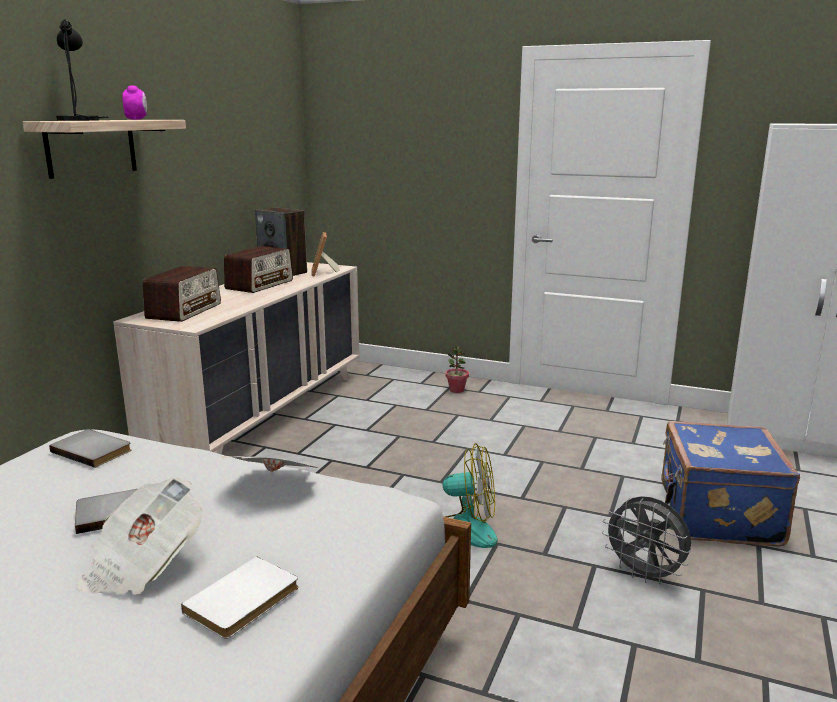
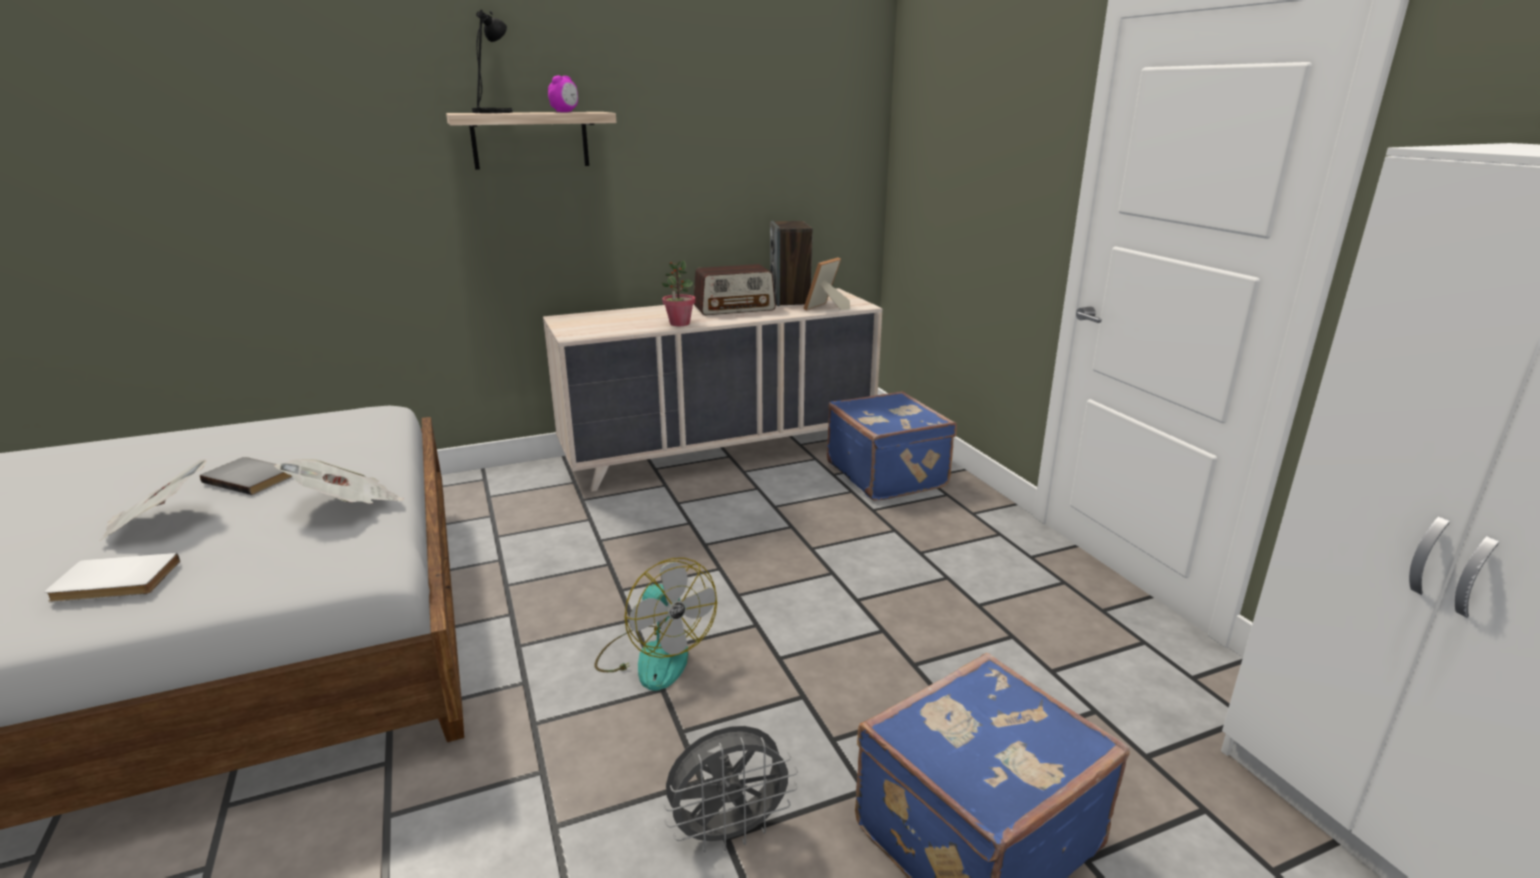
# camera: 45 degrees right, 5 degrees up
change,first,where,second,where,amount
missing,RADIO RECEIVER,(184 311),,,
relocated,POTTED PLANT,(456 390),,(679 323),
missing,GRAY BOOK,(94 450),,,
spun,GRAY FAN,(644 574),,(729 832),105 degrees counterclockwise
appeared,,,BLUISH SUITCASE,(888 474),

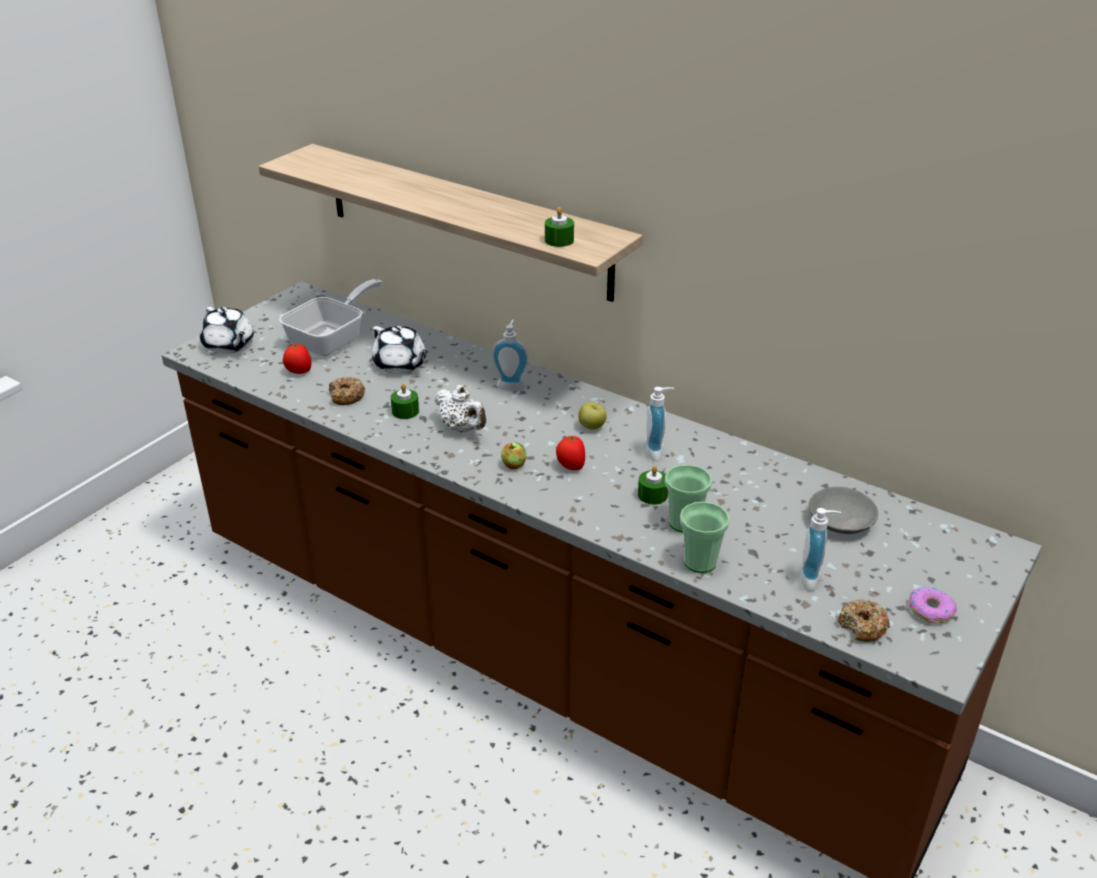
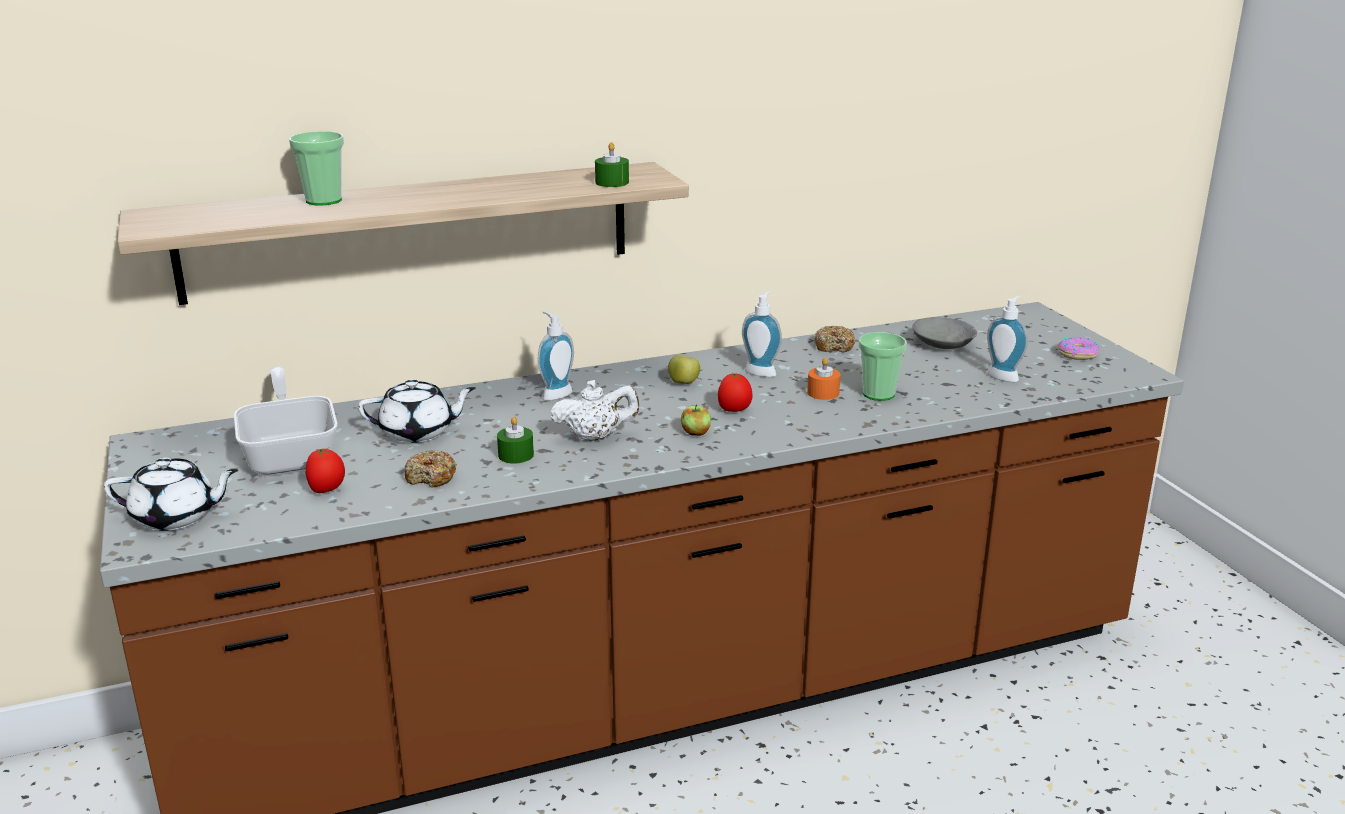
# camera: 55 degrees left, 10 degrees down
change,first,where,second,where,amount
colour,GREEN-COLOURED WAX LIGHT,(652 495),ORANGEY WAX LIGHT,(823 393),
relocated,DRINKING CUP,(700 562),,(324 200),
relocated,DONUT,(862 626),,(834 346),

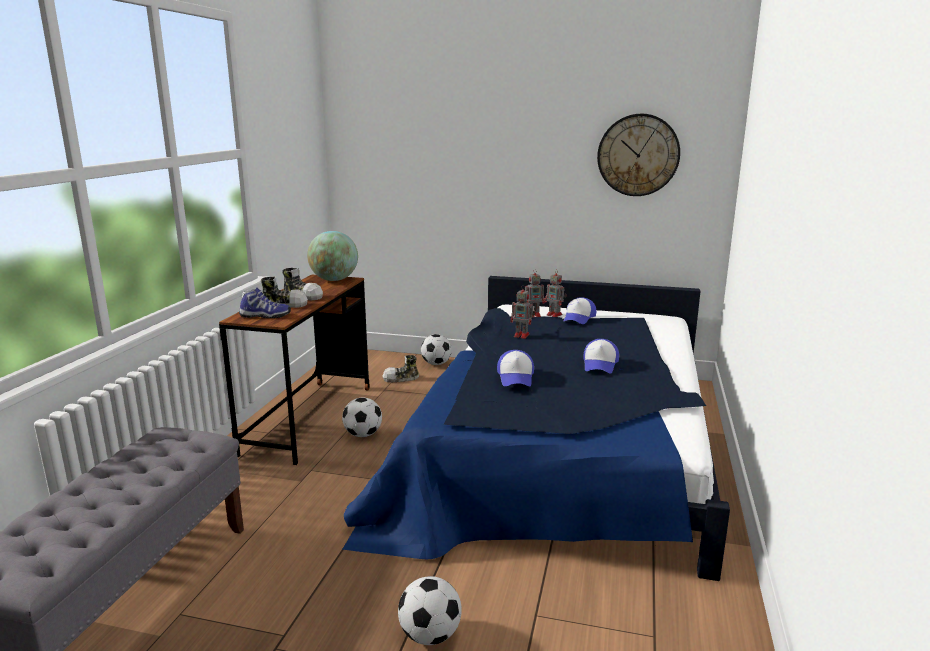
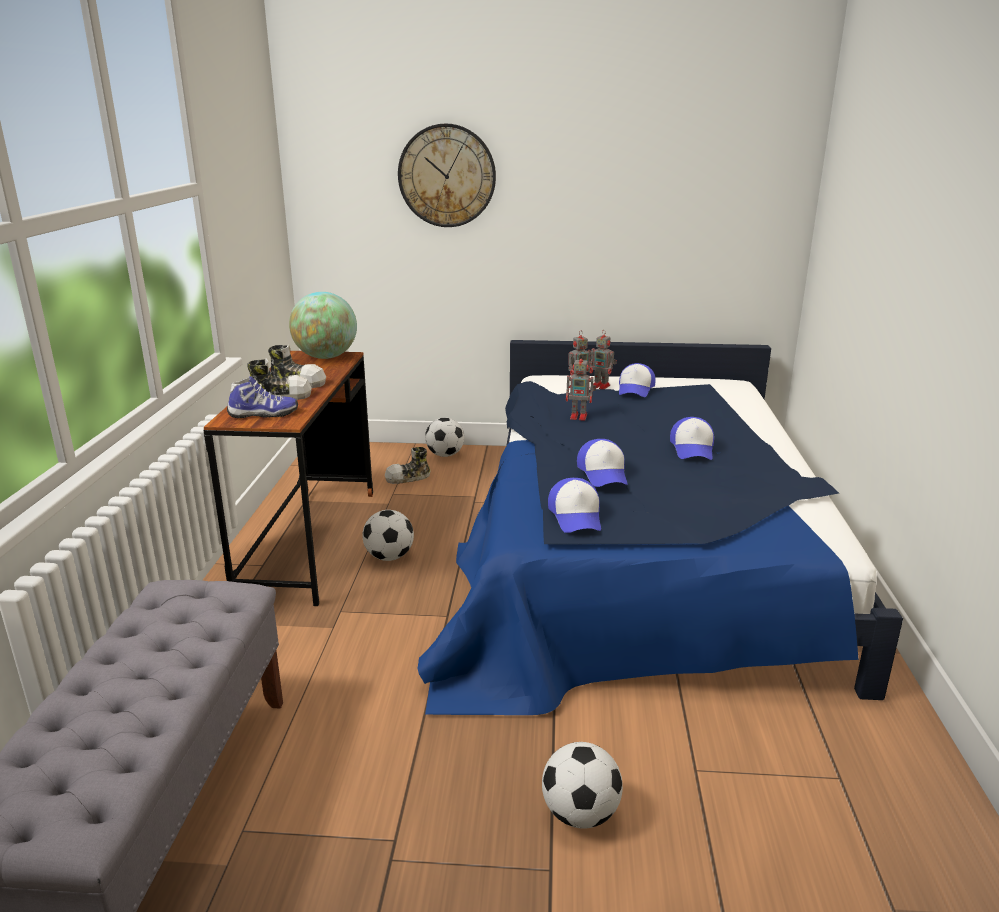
# camera: 10 degrees left, 5 degrees up
change,first,where,second,where,amount
relocated,CLOCK ON THE WALL,(638 155),,(447 176),
appeared,,,PEAKED CAP,(576 516),

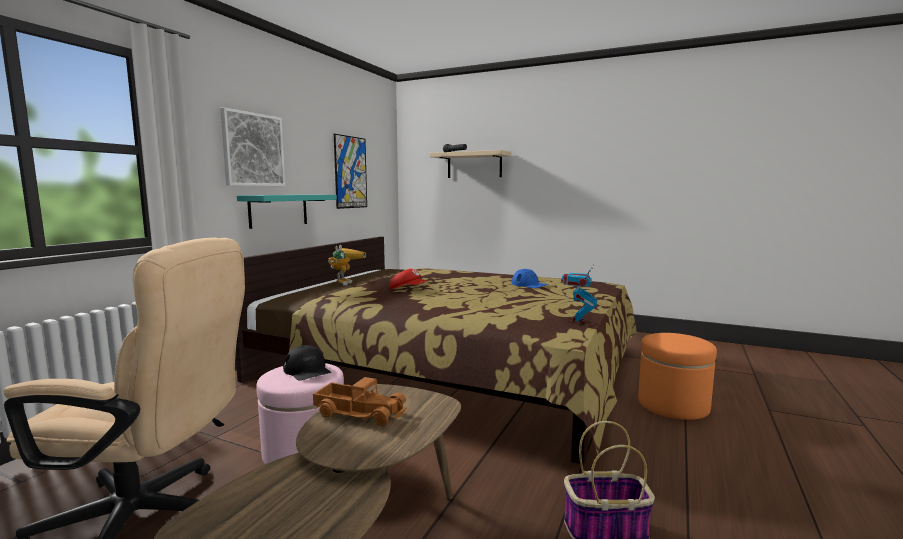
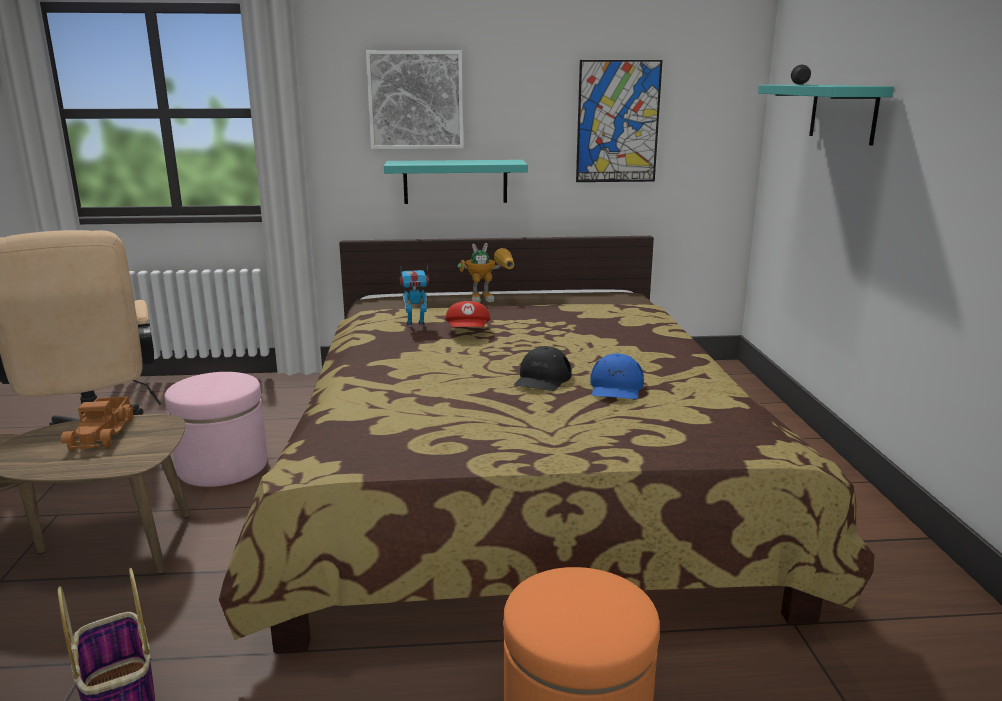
# camera: 60 degrees right, 10 degrees up
change,first,where,second,where,amount
colour,BEIGE-COLOURED BRACKET SHELF,(474 165),BLUE-GREEN BRACKET SHELF,(843 113),
relocated,MODEL ROBOT,(577 320),,(415 325),
relocated,BLACK PEAKED CAP,(307 370),,(542 379),

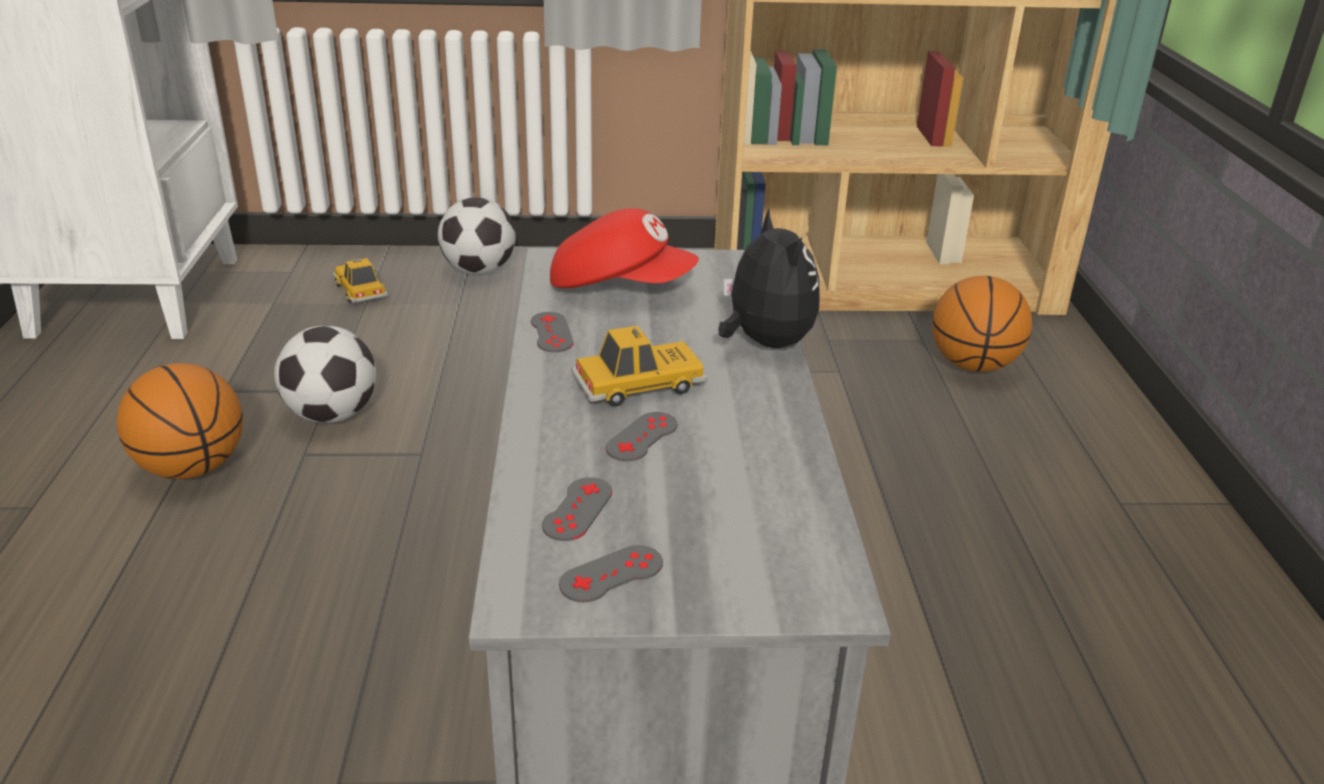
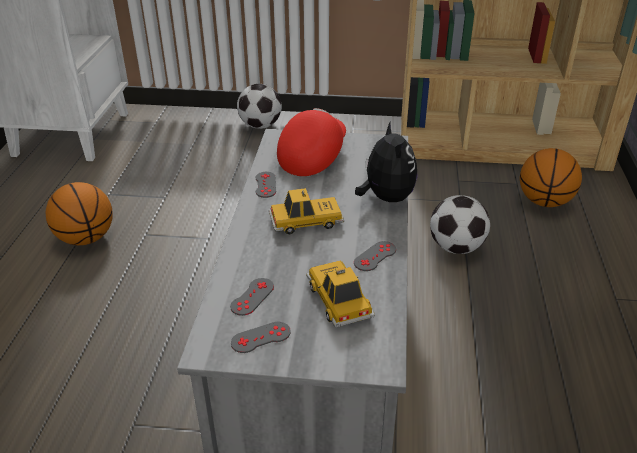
# camera: 10 degrees right, 5 degrees up
change,first,where,second,where,amount
spun,RED PEAKED CAP,(620 286),,(312 156),90 degrees counterclockwise
relocated,MODEL CAR,(360 290),,(339 300),
relocated,FOOTBALL,(332 415),,(456 247),
relocated,GRAY JOYPAD,(642 437),,(375 256),

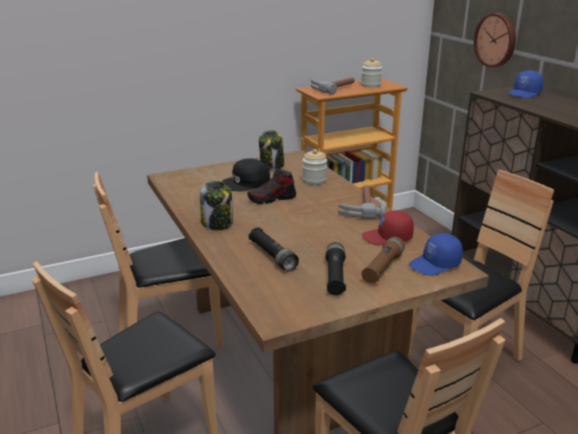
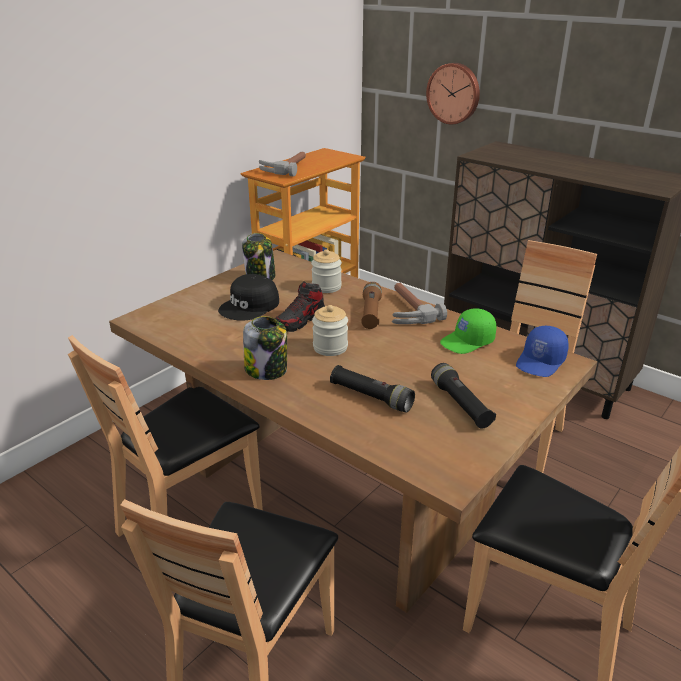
# camera: 25 degrees left, 5 degrees up
change,first,where,second,where,amount
relocated,JAR,(371 85),,(330 347),
missing,BLUISH PEAKED CAP,(524 94),,,
colour,RED PEAKED CAP,(387 238),GREEN-COLOURED PEAKED CAP,(467 342),
relocated,BROWNISH TORCH,(382 268),,(371 313),

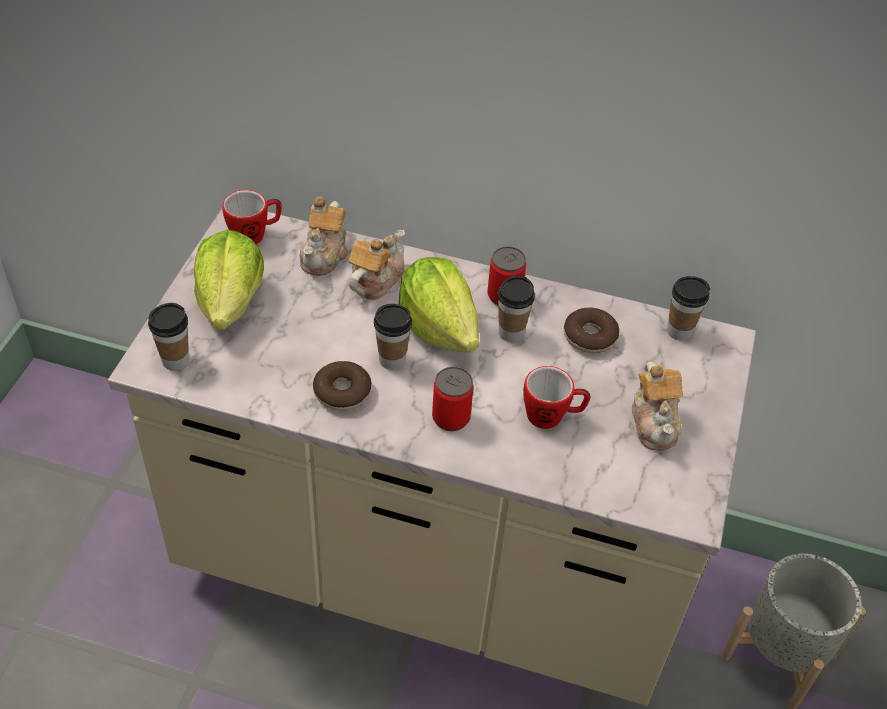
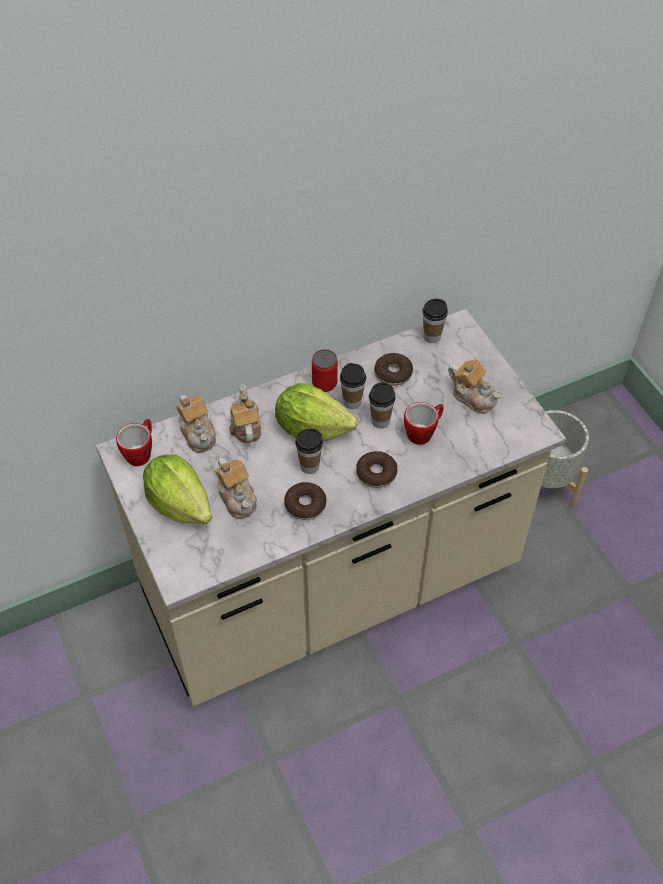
# camera: 40 degrees left, 5 degrees up
change,first,where,second,where,amount
relocated,DRINKING CUP,(175 360),,(380 421),
exchanged,CAN,(451 417),DONUT,(376 473),
appeared,,,TEAPOT,(237 497),

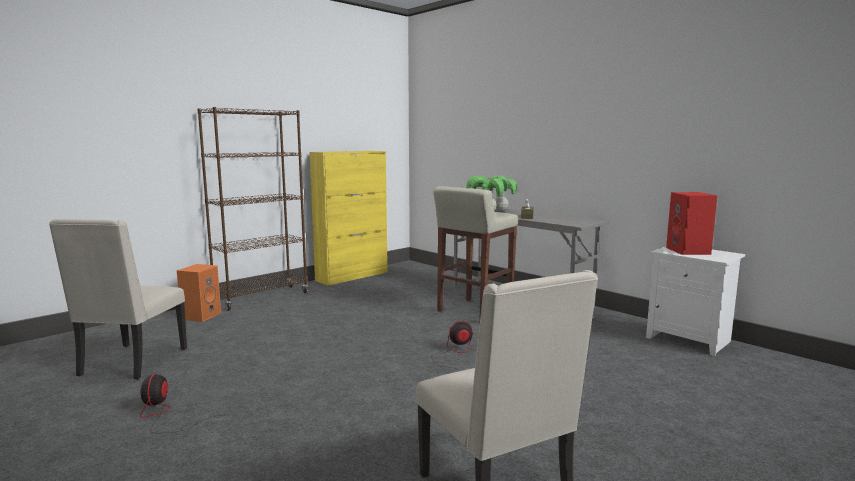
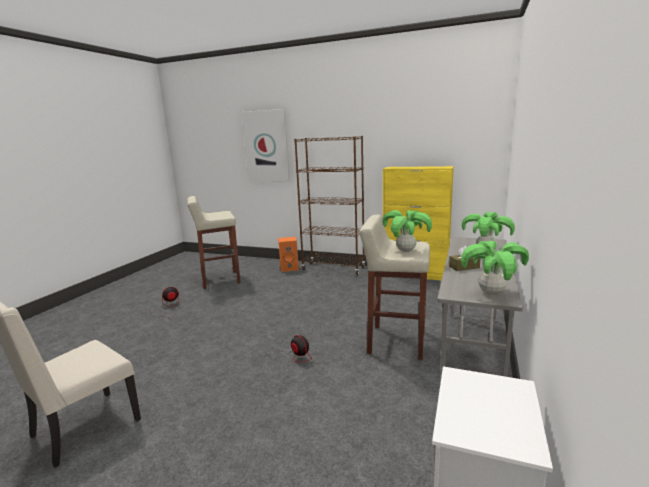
# camera: 65 degrees right, 5 degrees up
change,first,where,second,where,amount
missing,RED SPEAKER,(689 251),,,
exchanged,BEIGE-COLOURED PLAIN CHAIR,(132 362),BEIGE-COLOURED STOOL,(219 280),
appeared,,,PICTURE,(266 146),
appeared,,,POTTED PLANT,(491 293),

